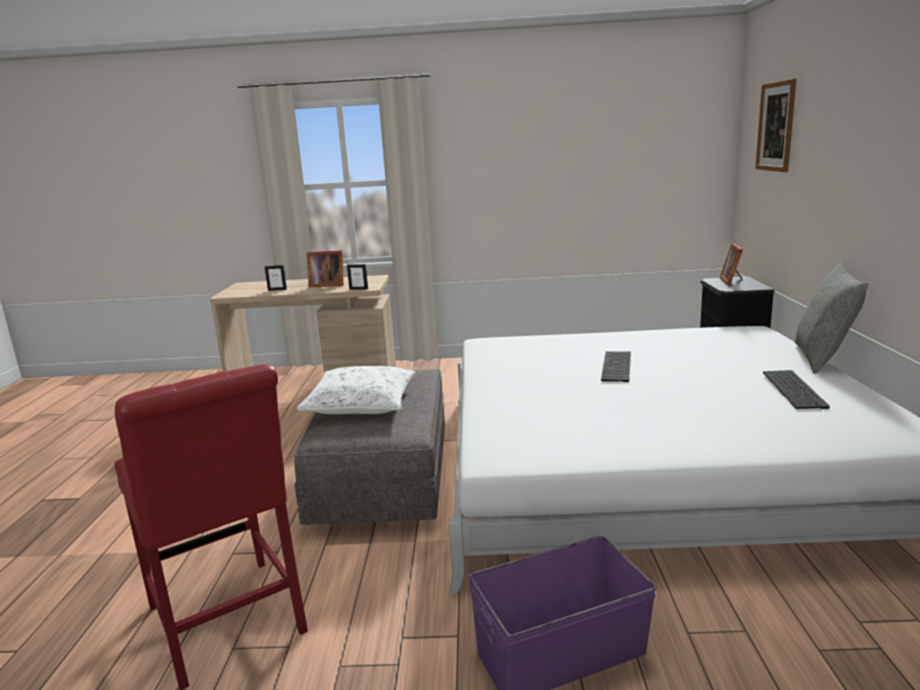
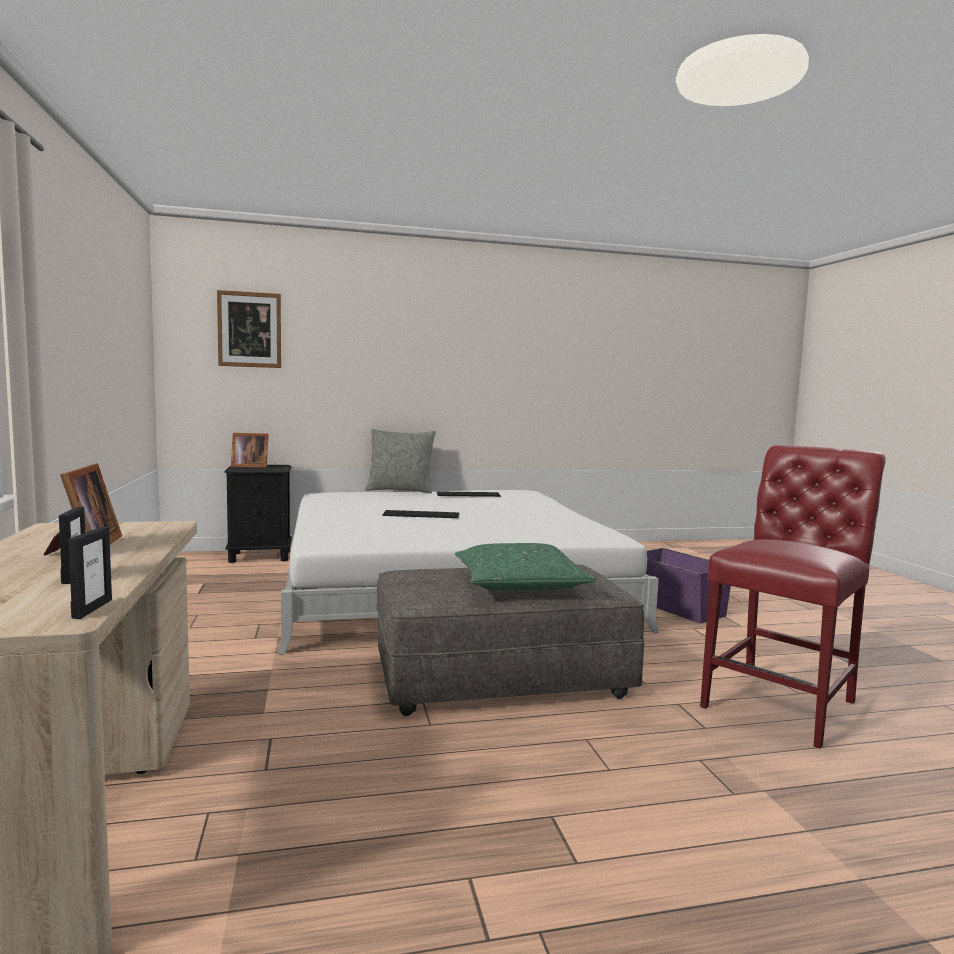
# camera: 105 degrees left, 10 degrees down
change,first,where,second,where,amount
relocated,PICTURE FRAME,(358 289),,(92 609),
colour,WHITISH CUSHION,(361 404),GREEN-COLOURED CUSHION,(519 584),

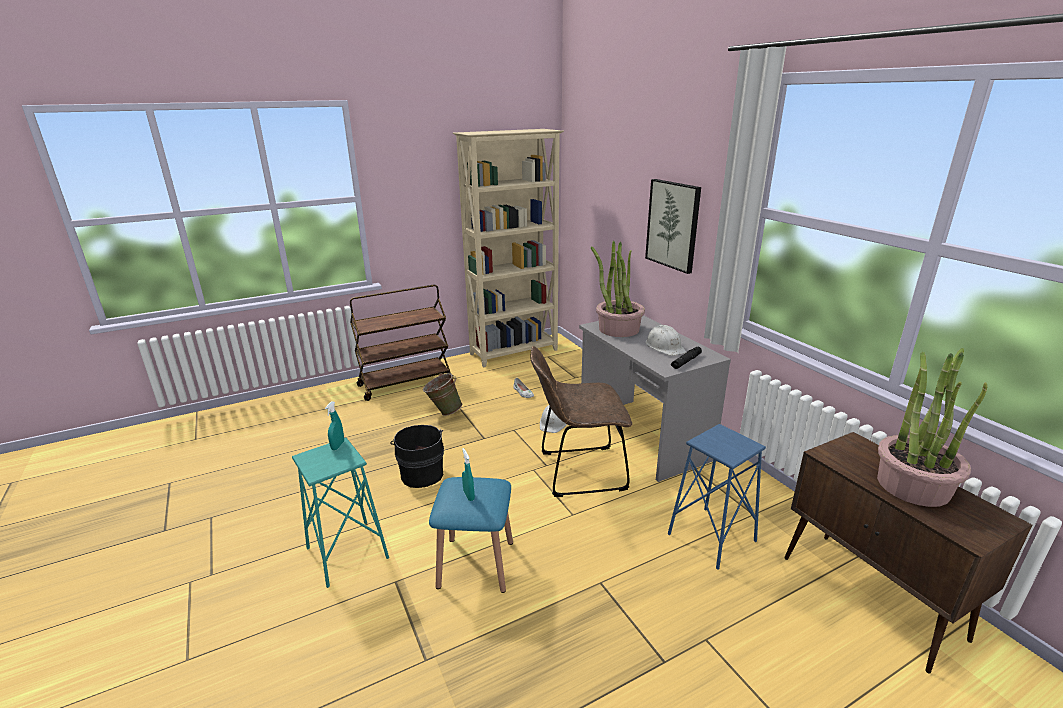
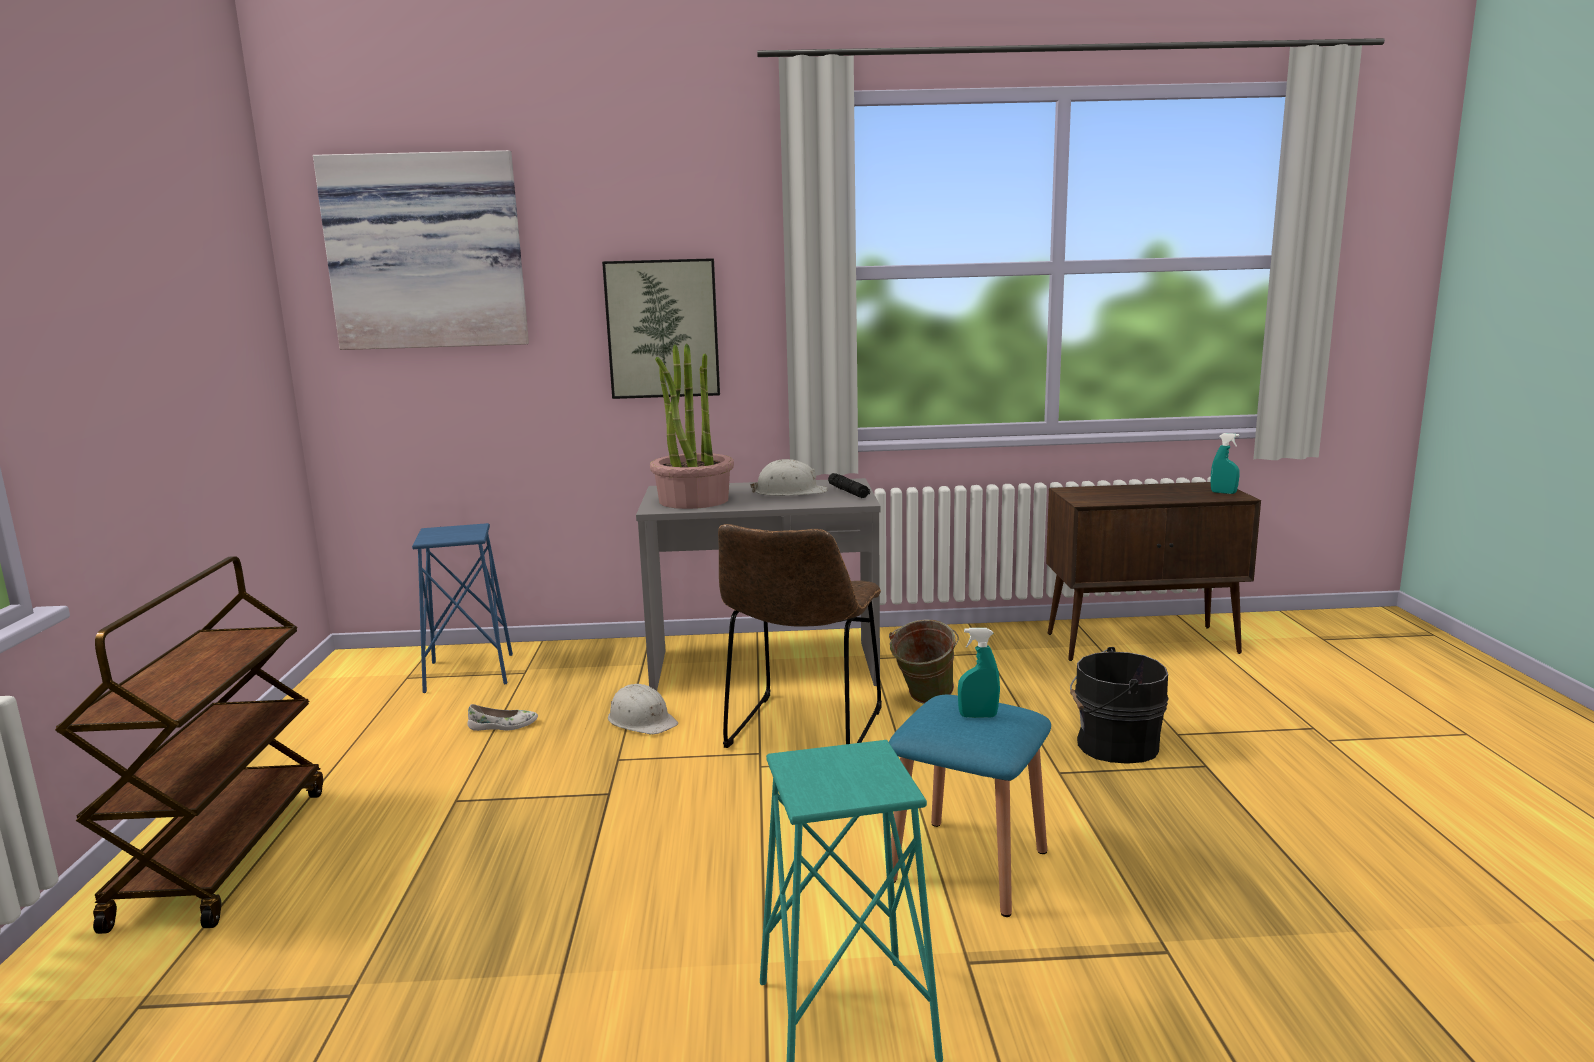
# camera: 65 degrees left, 10 degrees down
change,first,where,second,where,amount
missing,BEIGE-COLOURED BOOKSHELF,(515 352),,,
missing,POTTED PLANT,(913 485),,,
relocated,GREEN-COLOURED PAIL,(443 412),,(923 702),
relocated,BLUE-GREEN HAND SPRAYER,(338 446),,(1223 493),
relocated,BLUISH STOOL,(711 537),,(469 673),
relocated,BLACK PAIL,(421 473),,(1113 745),
appeared,,,PICTURE,(427 252),

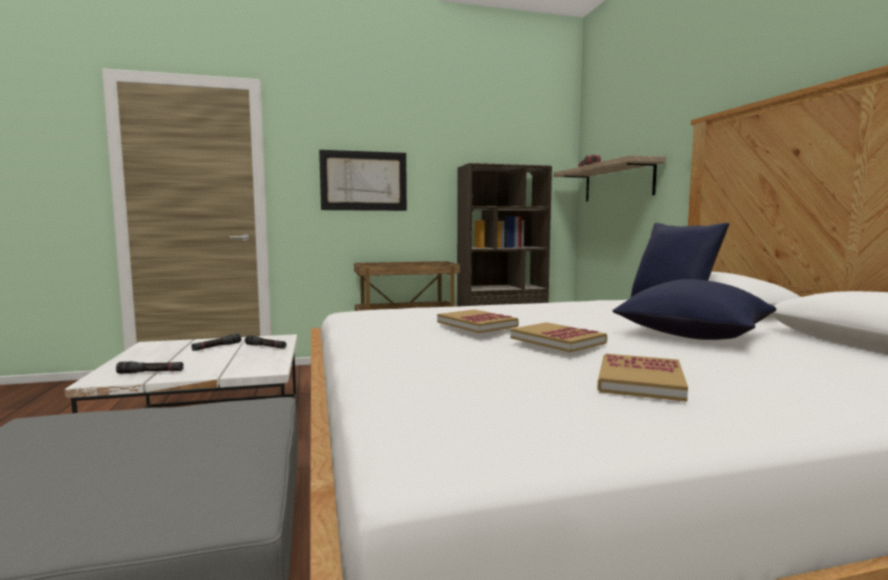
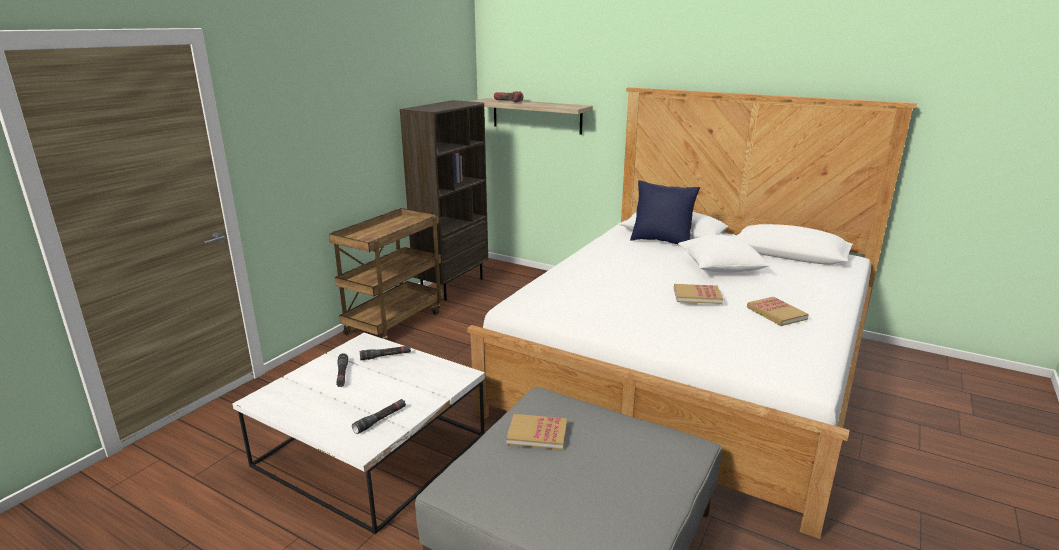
# camera: 45 degrees left, 15 degrees up
change,first,where,second,where,amount
missing,PICTURE,(364 181),,,
colour,BLUISH CUSHION,(692 336),WHITISH CUSHION,(720 268),
relocated,BOOK,(476 324),,(537 434),

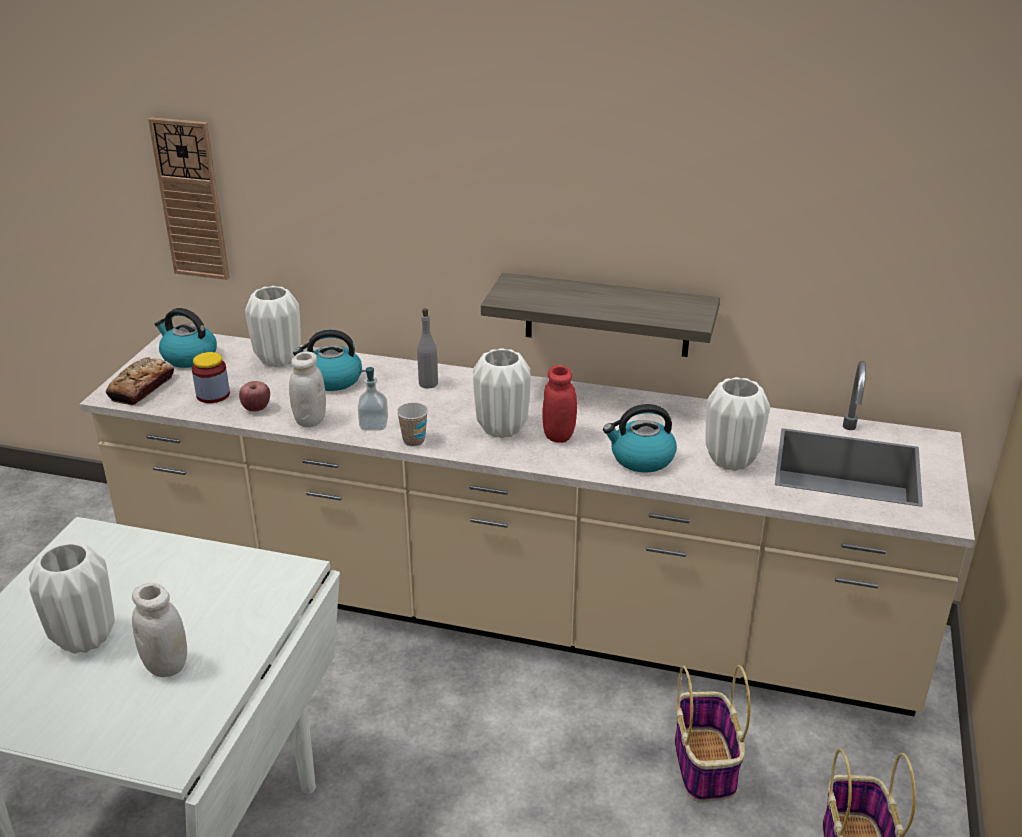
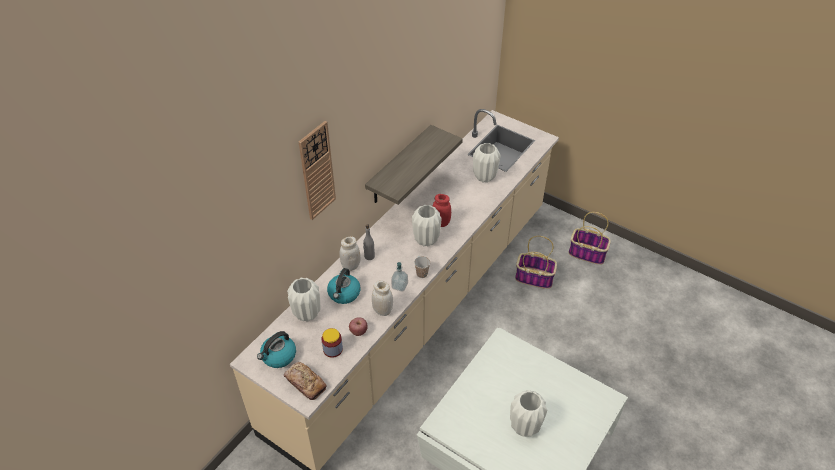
# camera: 70 degrees left, 15 degrees up
change,first,where,second,where,amount
relocated,CLOCK ON THE WALL,(191 200),,(317 171),
missing,TEA KETTLE,(641 458),,,
relocated,WHITISH JAR,(166 665),,(350 266),

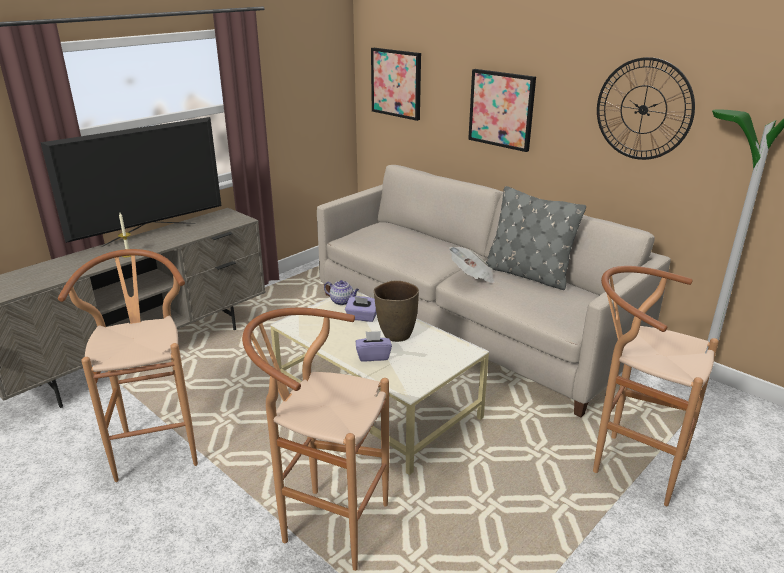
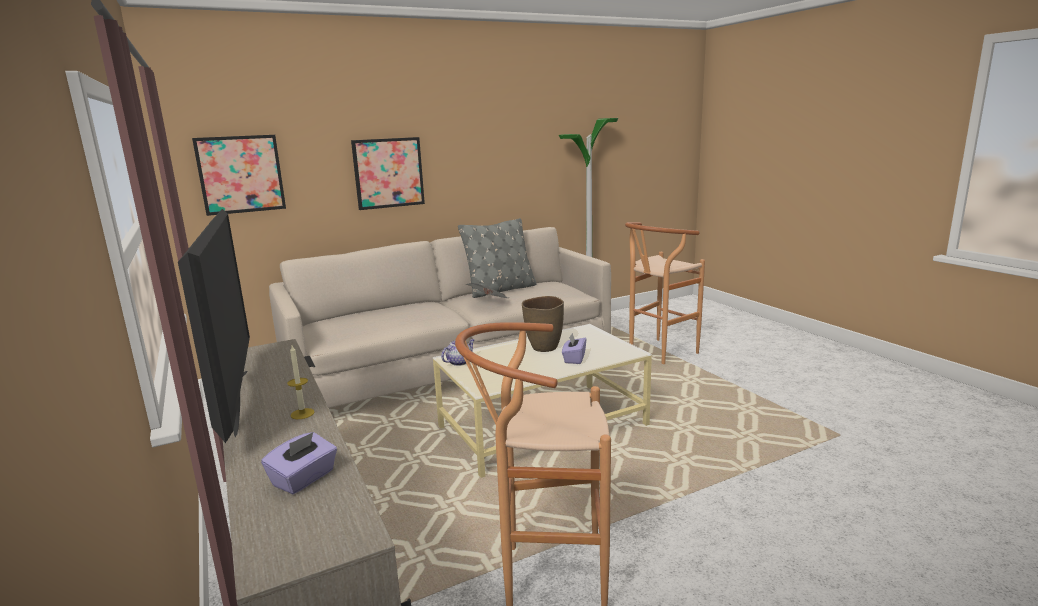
# camera: 70 degrees left, 10 degrees down
change,first,where,second,where,amount
missing,CLOCK ON THE WALL,(643 109),,,
relocated,PURPLISH BOX OF TISSUES,(362 317),,(304 479),
missing,BROWNISH STOOL,(325 522),,,

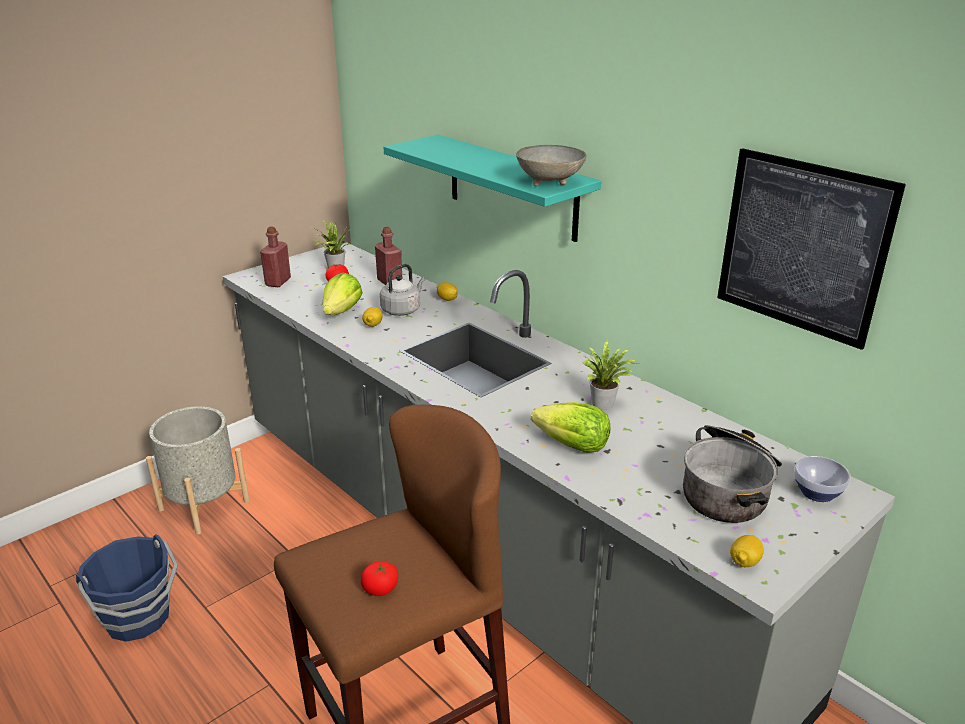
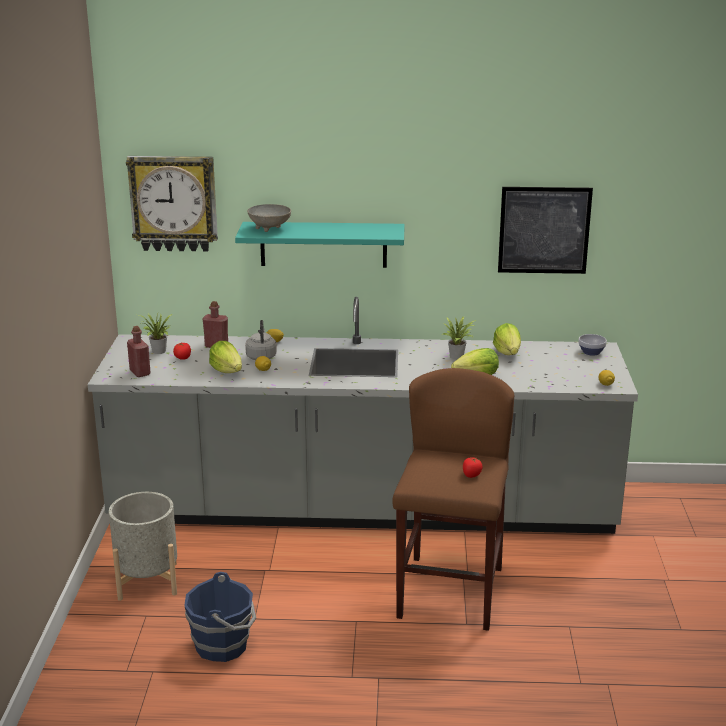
# camera: 45 degrees left, 5 degrees down
change,first,where,second,where,amount
relocated,GRAY BOWL,(549 183),,(269 229),
missing,SAUCEPOT,(729 489),,,
appeared,,,CLOCK ON THE WALL,(174 203),
appeared,,,LETTUCE,(508 353),

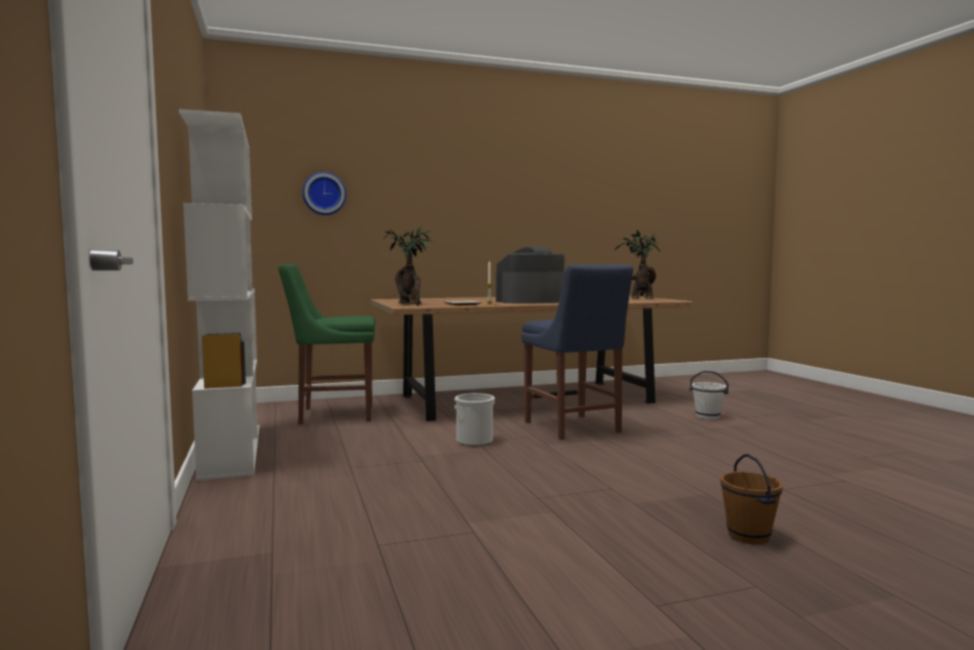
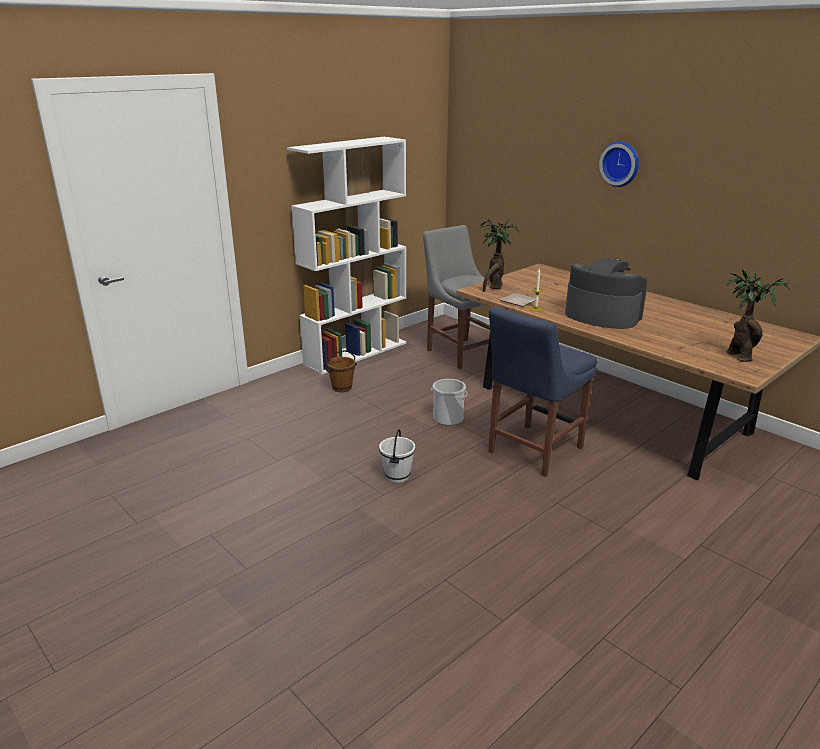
# camera: 65 degrees right, 20 degrees up
change,first,where,second,where,amount
relocated,CLOCK ON THE WALL,(324 194),,(621 163),
colour,GREEN-COLOURED PLAIN CHAIR,(332 414),GRAY PLAIN CHAIR,(461 352),
relocated,WHITISH PAIL,(707 417),,(397 476),
relocated,BROWNISH PAIL,(747 536),,(342 388),

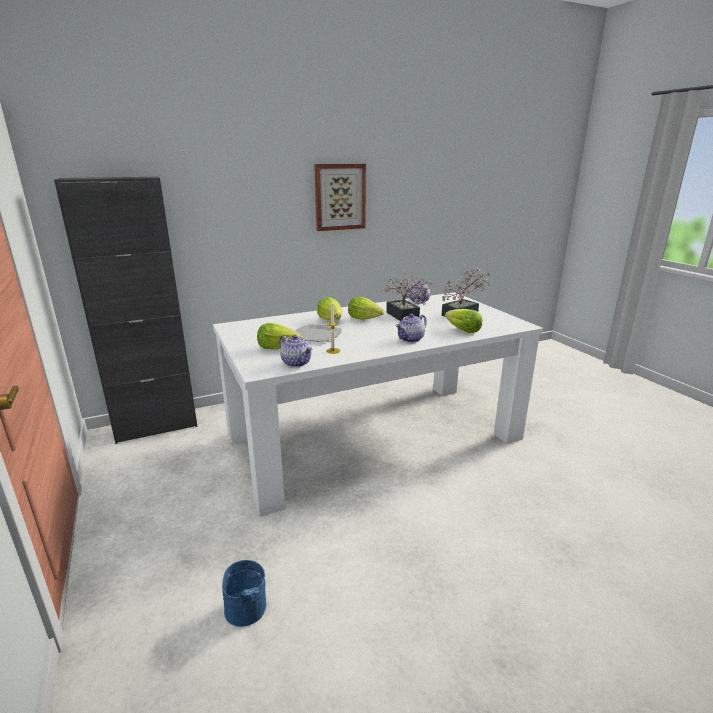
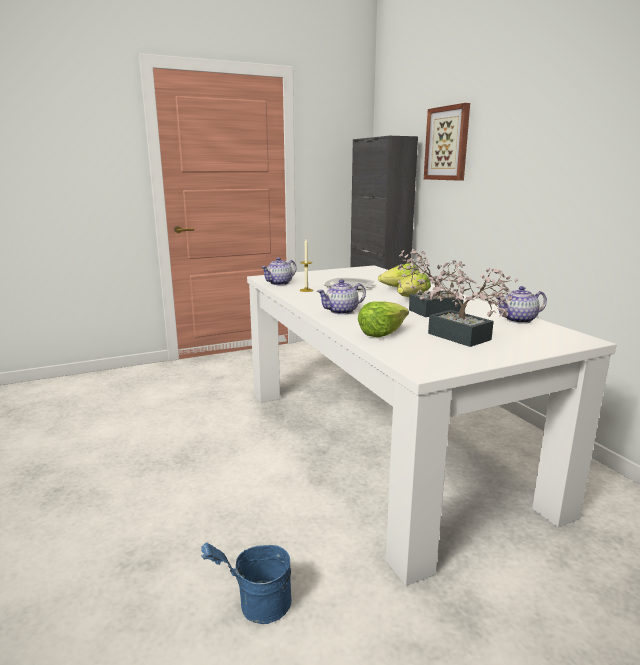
# camera: 90 degrees right, 5 degrees down
change,first,where,second,where,amount
relocated,PICTURE,(339 197),,(447 143),
spun,TEAPOT,(410 339),,(341 311),75 degrees counterclockwise
missing,LETTUCE,(279 347),,,
relocated,BLUISH PAIL,(248 615),,(256 607),

